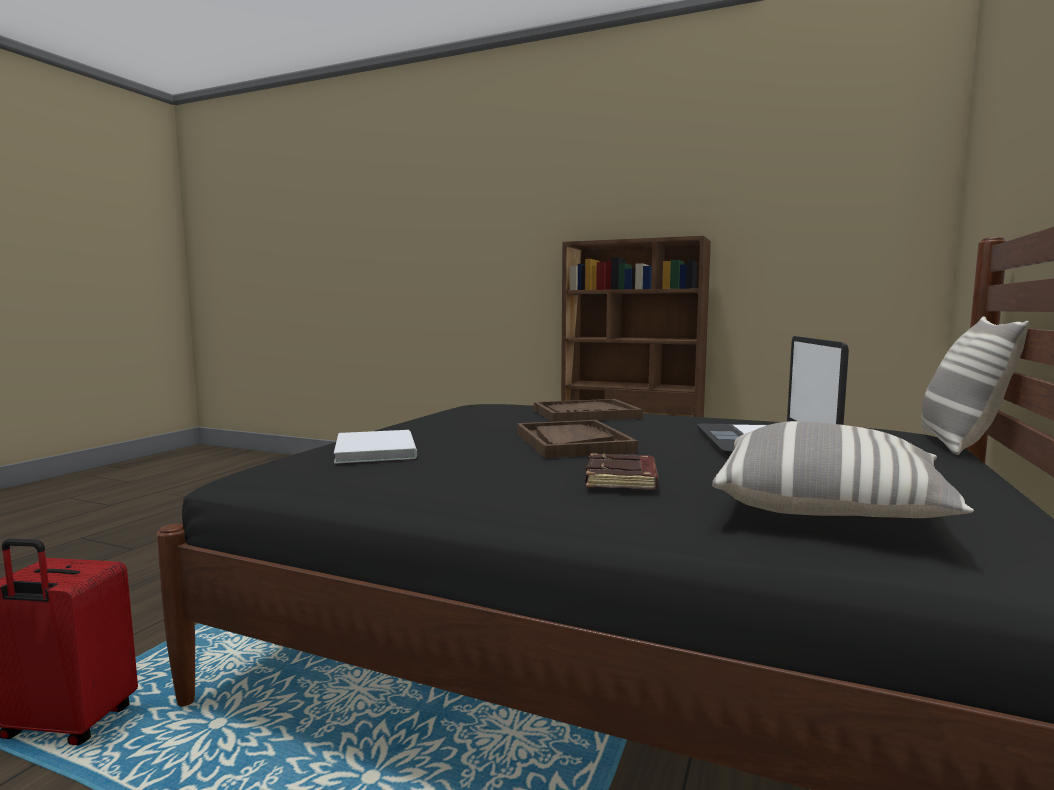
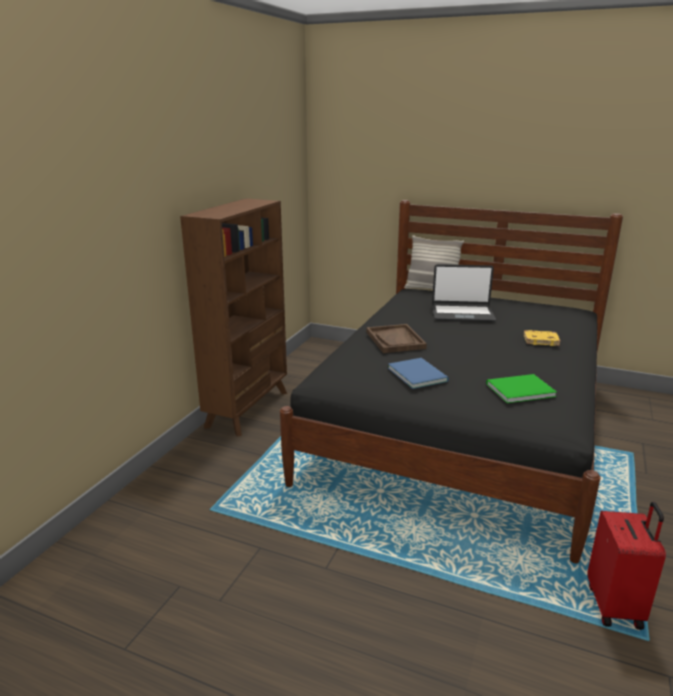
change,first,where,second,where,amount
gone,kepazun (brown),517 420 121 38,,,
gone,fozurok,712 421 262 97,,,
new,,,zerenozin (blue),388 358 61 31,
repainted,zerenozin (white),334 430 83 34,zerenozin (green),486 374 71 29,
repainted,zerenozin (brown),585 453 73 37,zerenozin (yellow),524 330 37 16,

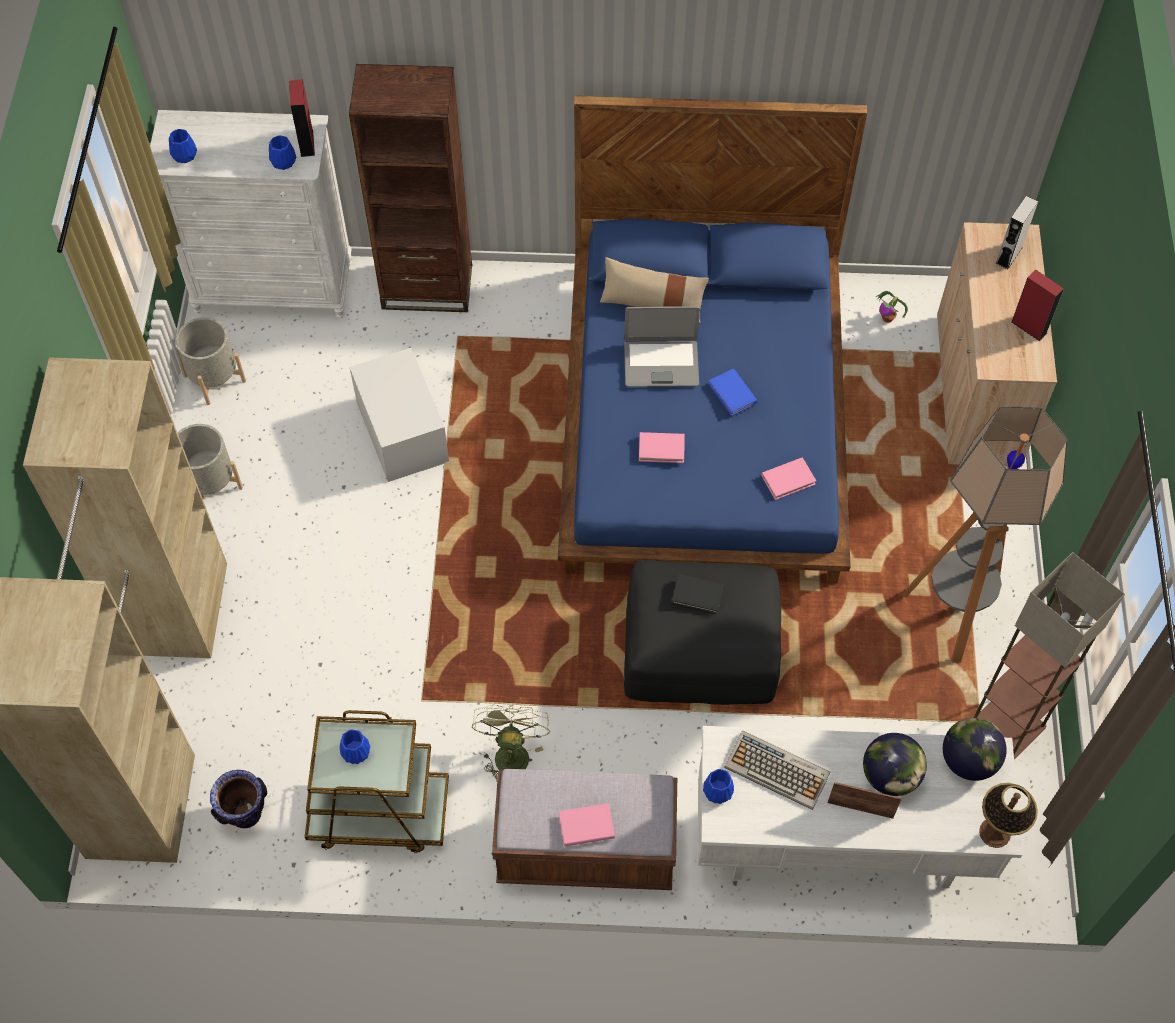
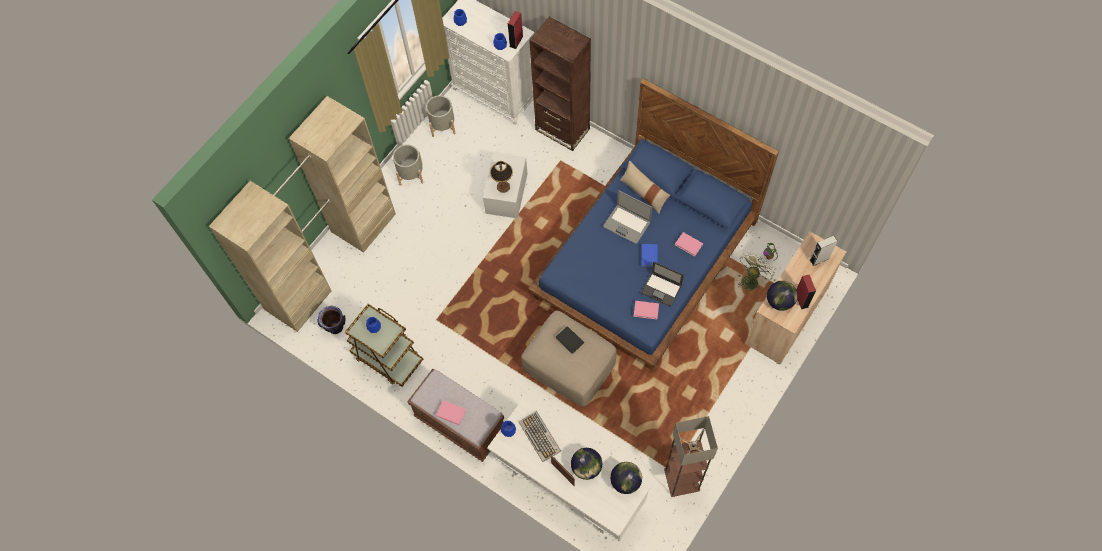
change,first,where,second,where,amount
gone,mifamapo,903 406 164 257,,,
new,,,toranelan,641 261 43 46,
new,,,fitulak,767 281 31 30,
shifted,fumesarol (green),472 705 78 74,,737 252 38 39,
shifted,zerenozin (pink),639 432 46 31,,675 232 28 25,
shifted,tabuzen,979 783 59 65,,490 161 23 32,
repainted,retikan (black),624 560 157 145,retikan (beige),521 310 95 97,

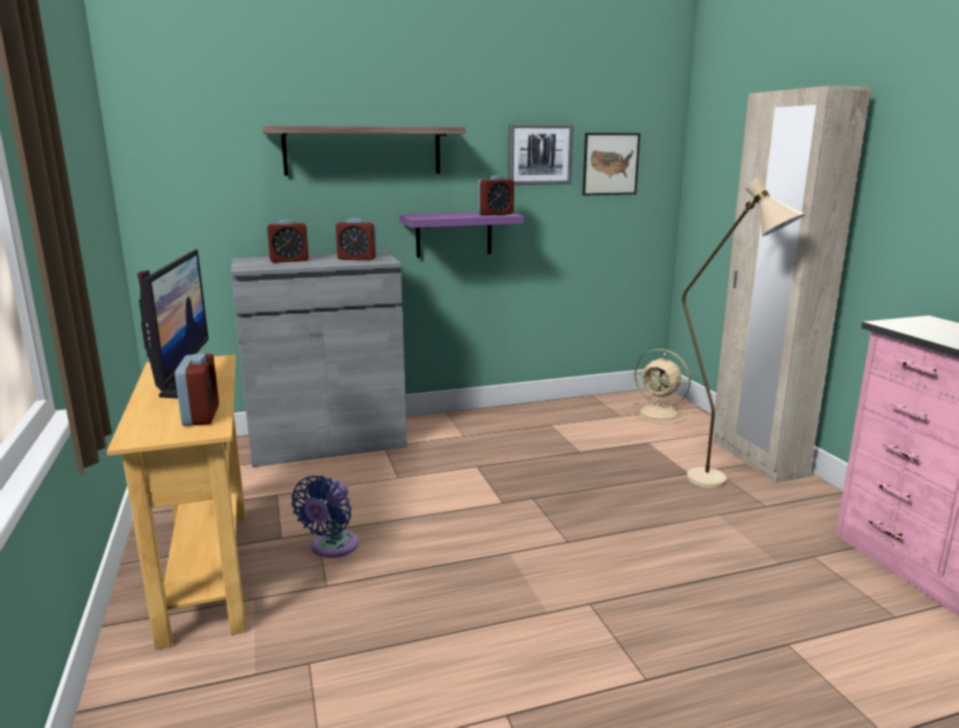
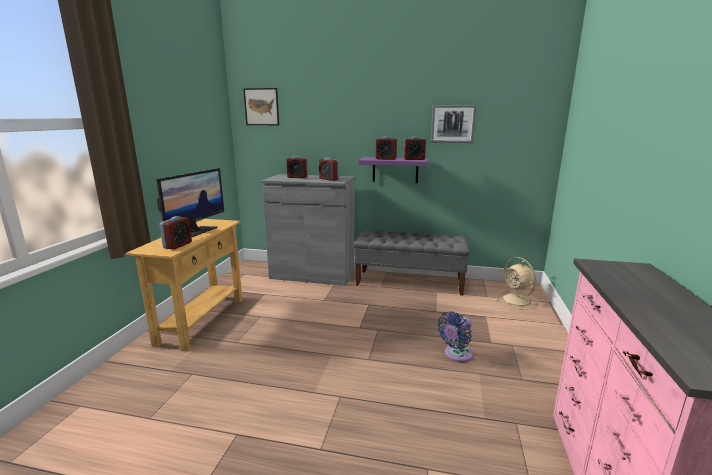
change,first,where,second,where,amount
gone,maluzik,262 126 203 50,,,
gone,mifamapo (beige),682 175 123 313,,,
gone,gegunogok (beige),713 85 158 398,,,
new,,,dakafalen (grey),354 230 115 66,
new,,,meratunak,376 136 21 24,
shifted,fumesarol (blue),291 475 68 83,,437 311 36 51,
shifted,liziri,582 133 58 63,,243 88 36 37,

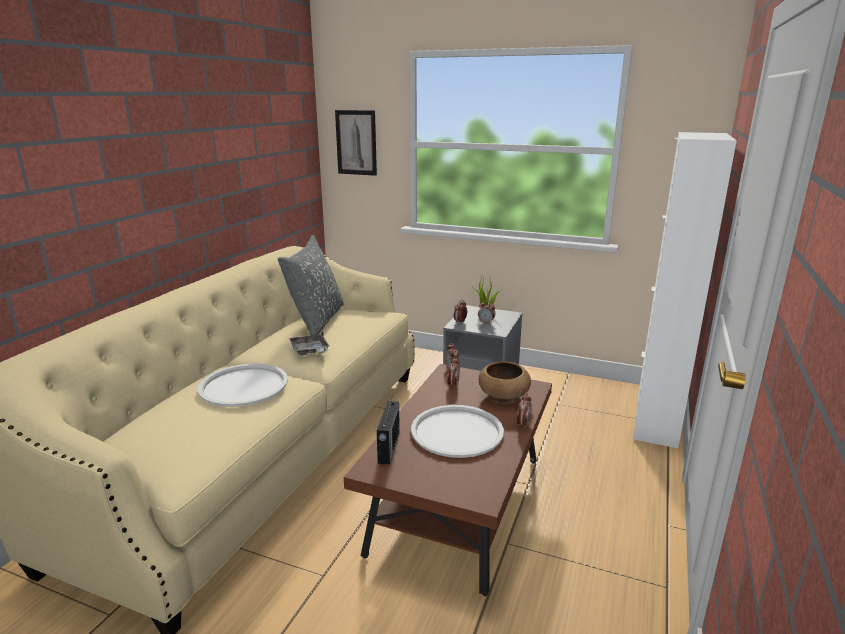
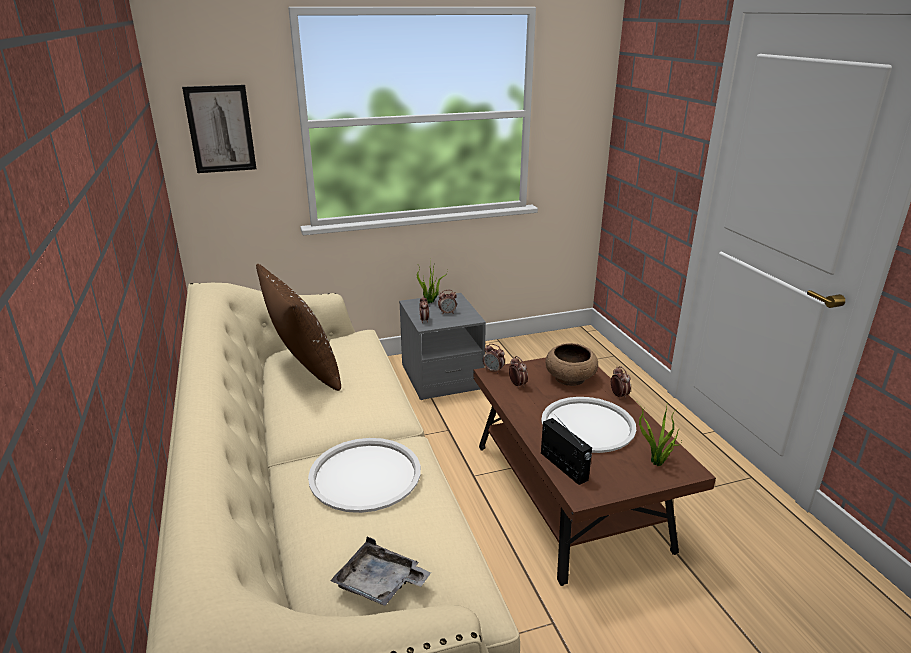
change,first,where,second,where,amount
gone,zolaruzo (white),633 132 104 316,,,
new,,,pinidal,638 402 44 64,
shifted,kepazun (grey),289 332 40 24,,330 537 101 69,
repainted,fozurok (grey),278 235 66 101,fozurok (brown),256 264 85 127,

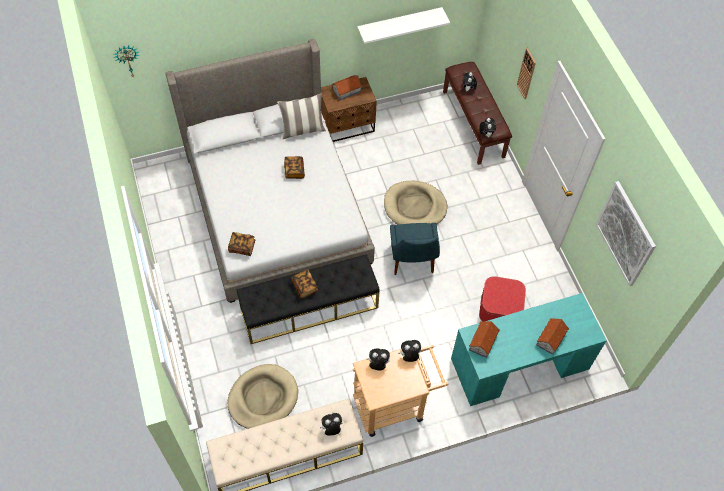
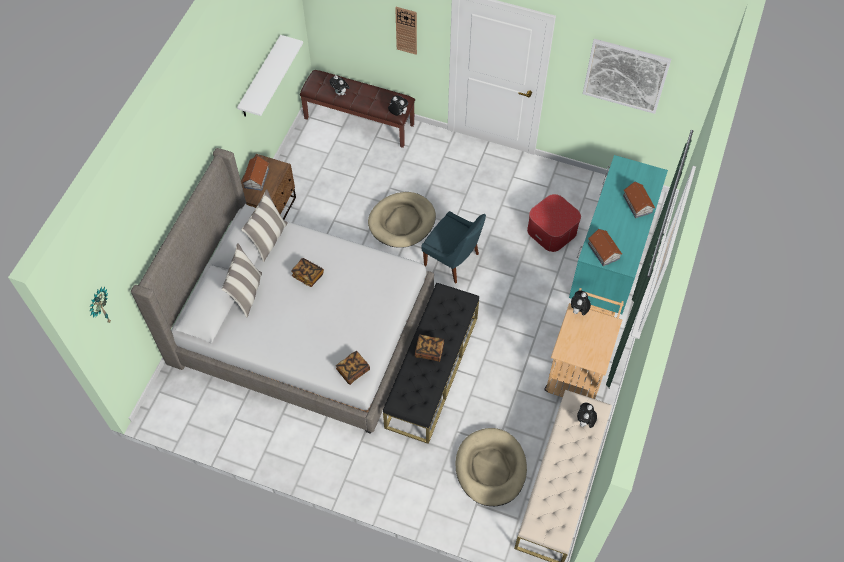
change,first,where,second,where,amount
gone,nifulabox,367 349 23 21,,,
new,,,fozurok,222 243 40 74,

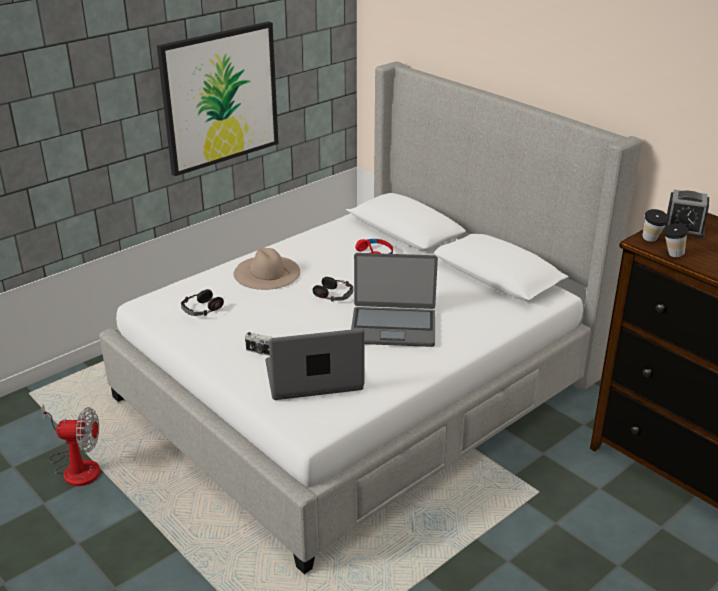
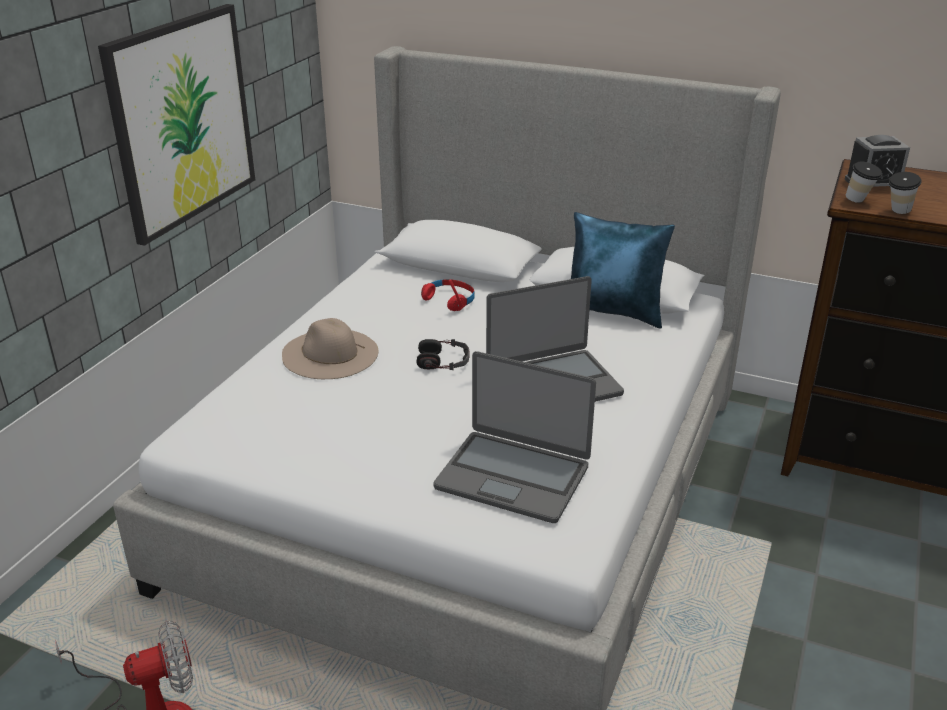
change,first,where,second,where,amount
gone,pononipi,181 289 43 27,,,
gone,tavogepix,245 332 29 24,,,
new,,,fozurok (blue),571 212 104 117,
rotated,toranelan,265 329 100 71,,433 351 163 172,120 degrees counterclockwise

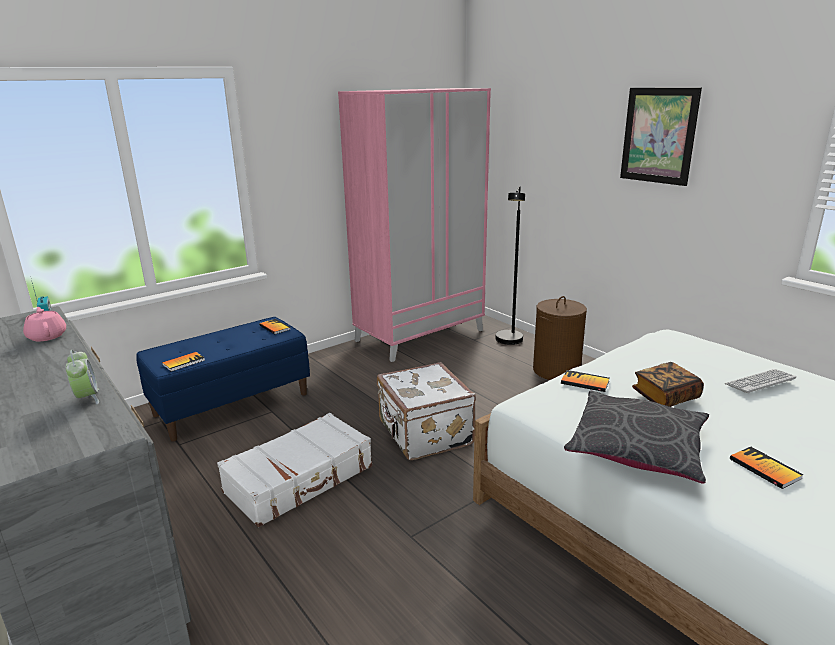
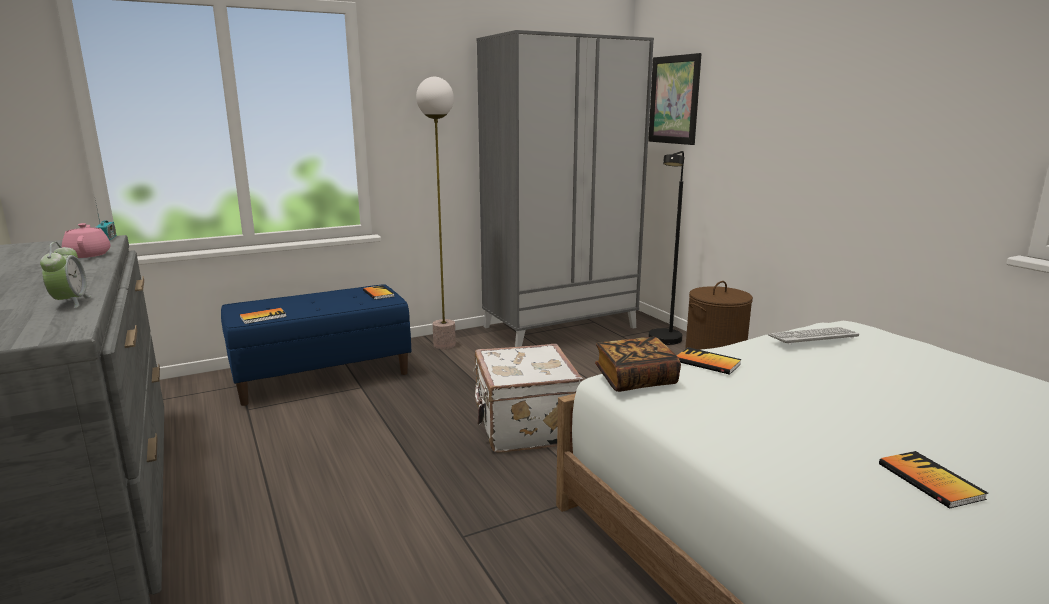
change,first,where,second,where,amount
gone,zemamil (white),217 413 155 114,,,
gone,fozurok (grey),564 391 145 93,,,
new,,,mifamapo,416 77 40 272,
shifted,liziri,620 87 82 99,,648 53 54 92,
shifted,zerenozin,632 362 72 45,,595 337 86 55,
shifted,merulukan,725 369 71 25,,768 327 91 17,
repainted,gegunogok (pink),338 88 153 274,gegunogok (grey),477 30 177 317,

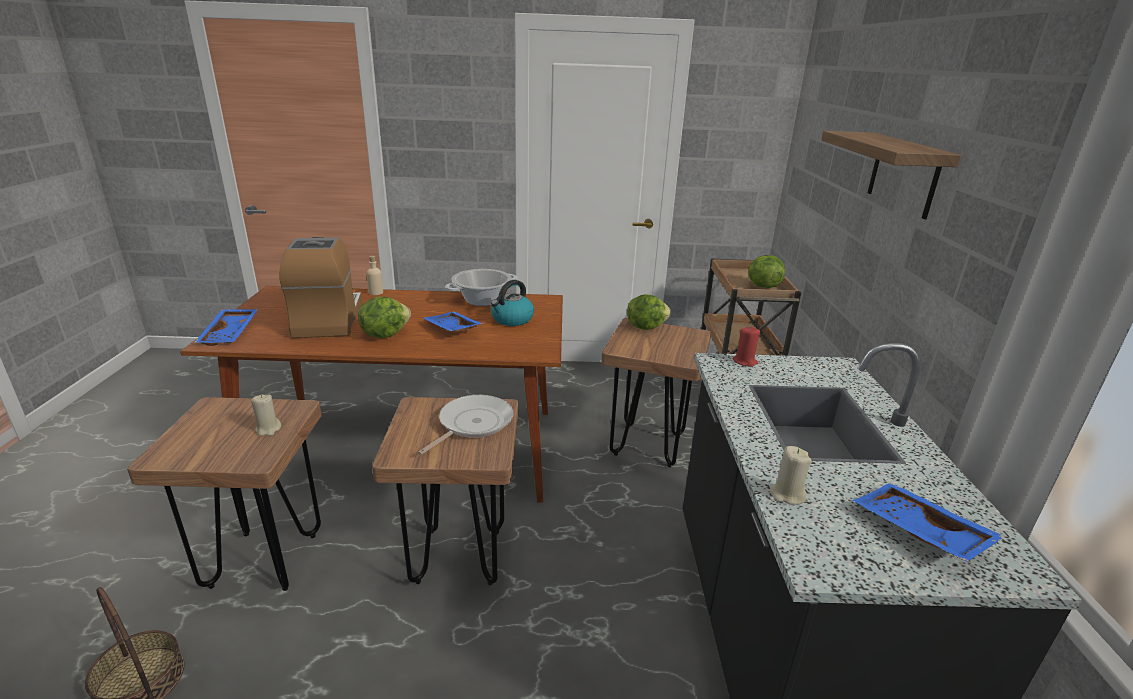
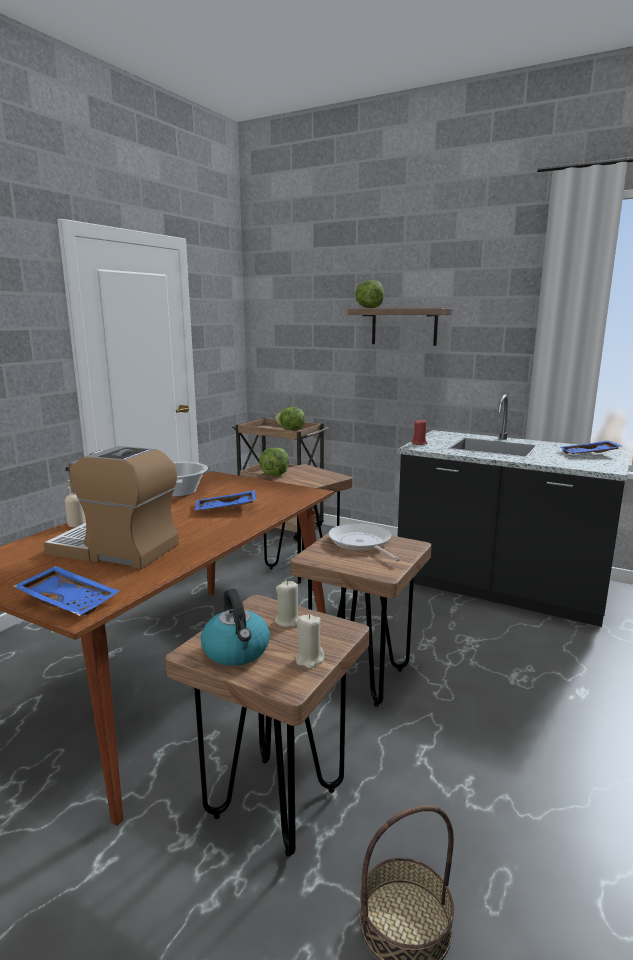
change,first,where,second,where,amount
shifted,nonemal,358 297 53 41,,355 280 29 28,
shifted,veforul,491 280 43 46,,201 588 69 78,
shifted,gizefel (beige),770 446 42 59,,295 615 29 54,

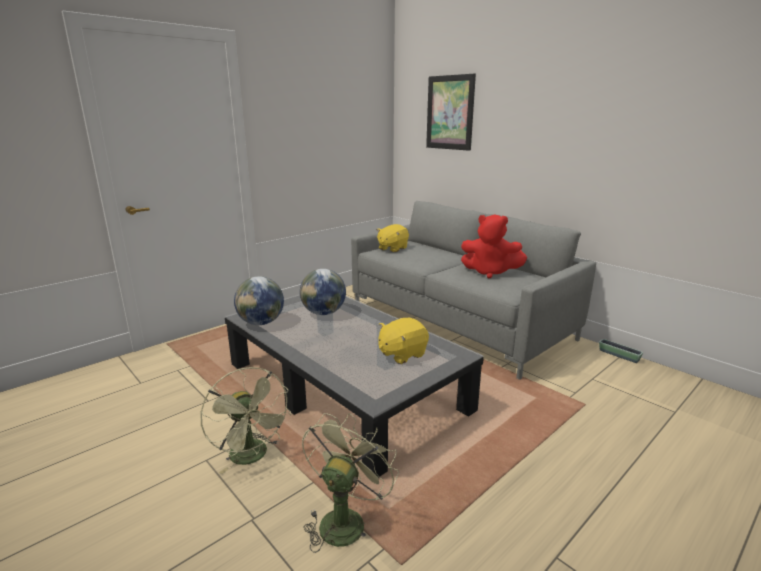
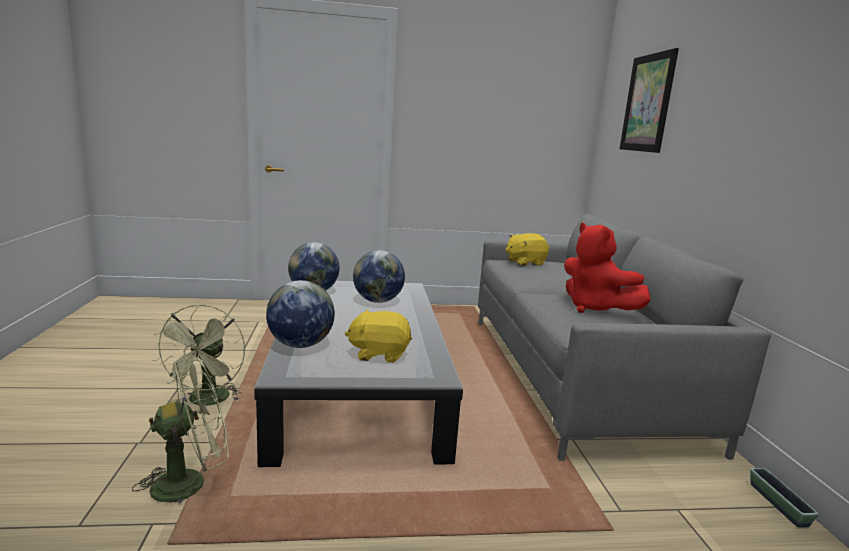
change,first,where,second,where,amount
new,,,fitulak,266 280 69 68,

